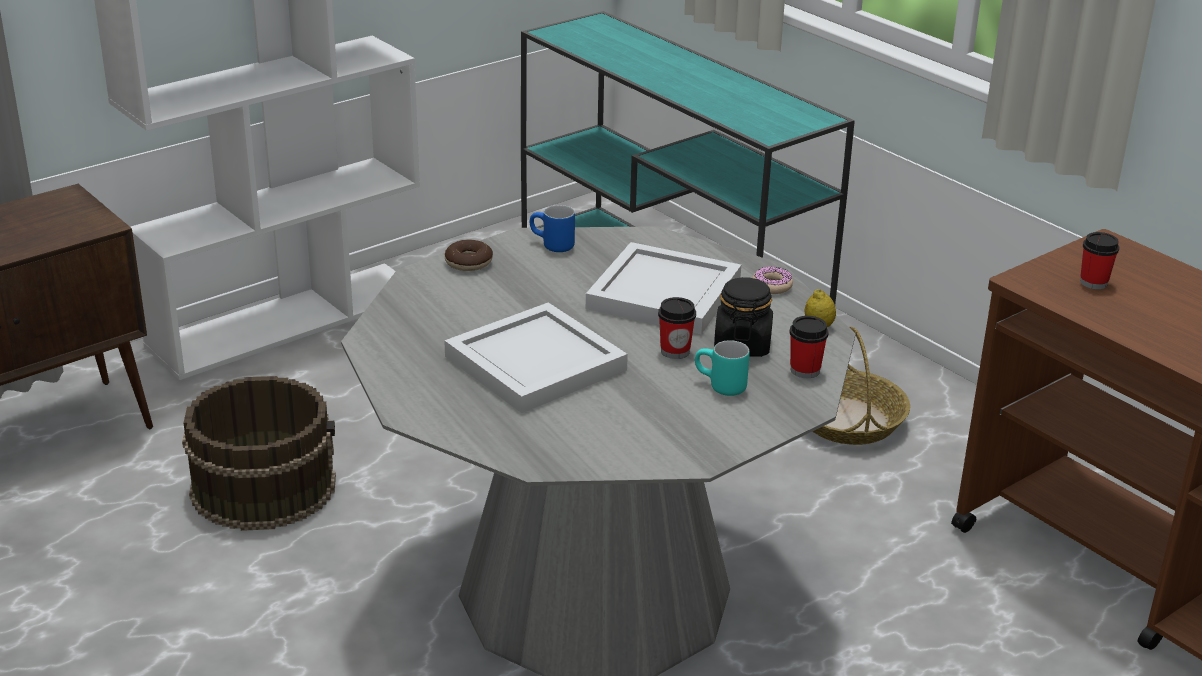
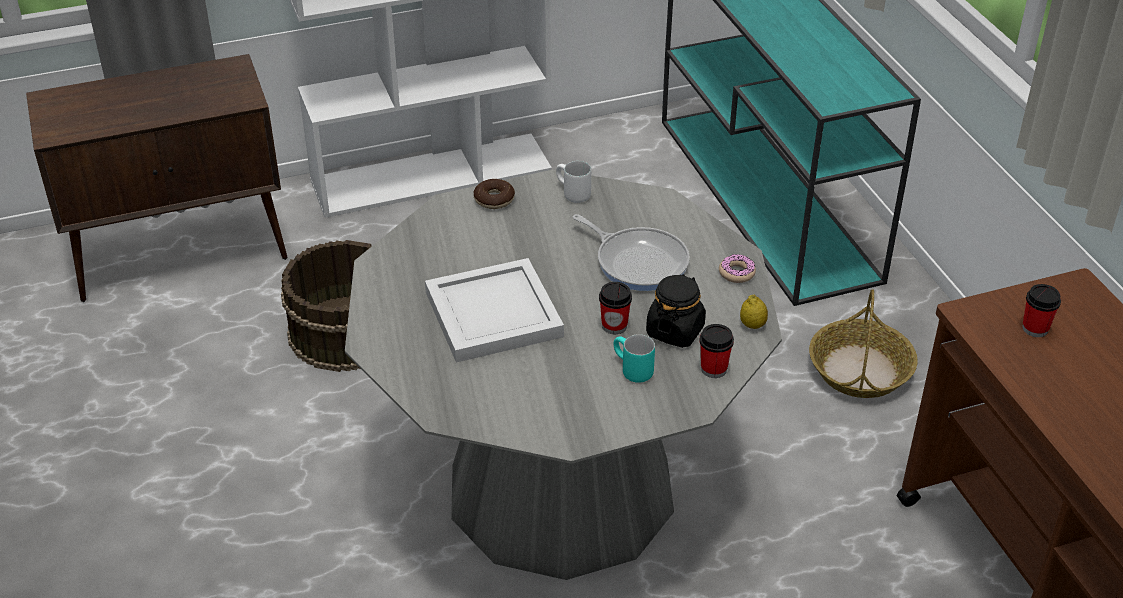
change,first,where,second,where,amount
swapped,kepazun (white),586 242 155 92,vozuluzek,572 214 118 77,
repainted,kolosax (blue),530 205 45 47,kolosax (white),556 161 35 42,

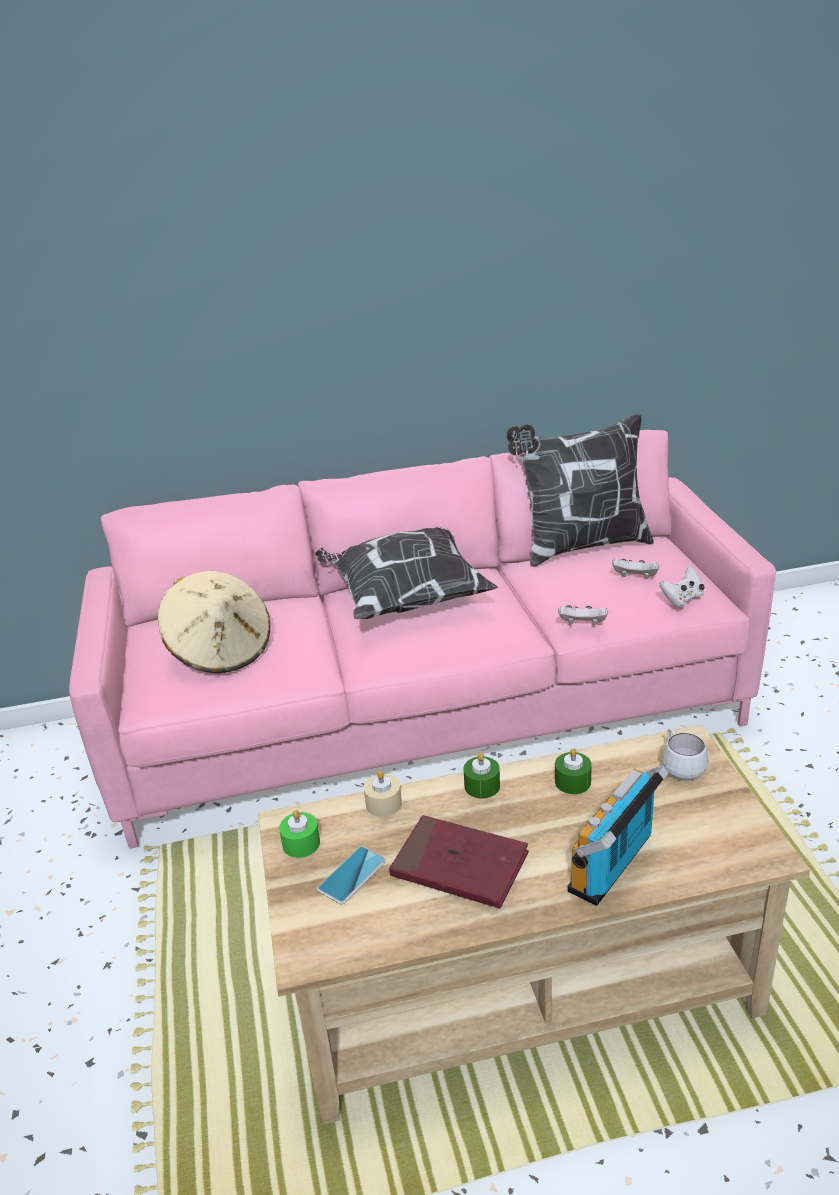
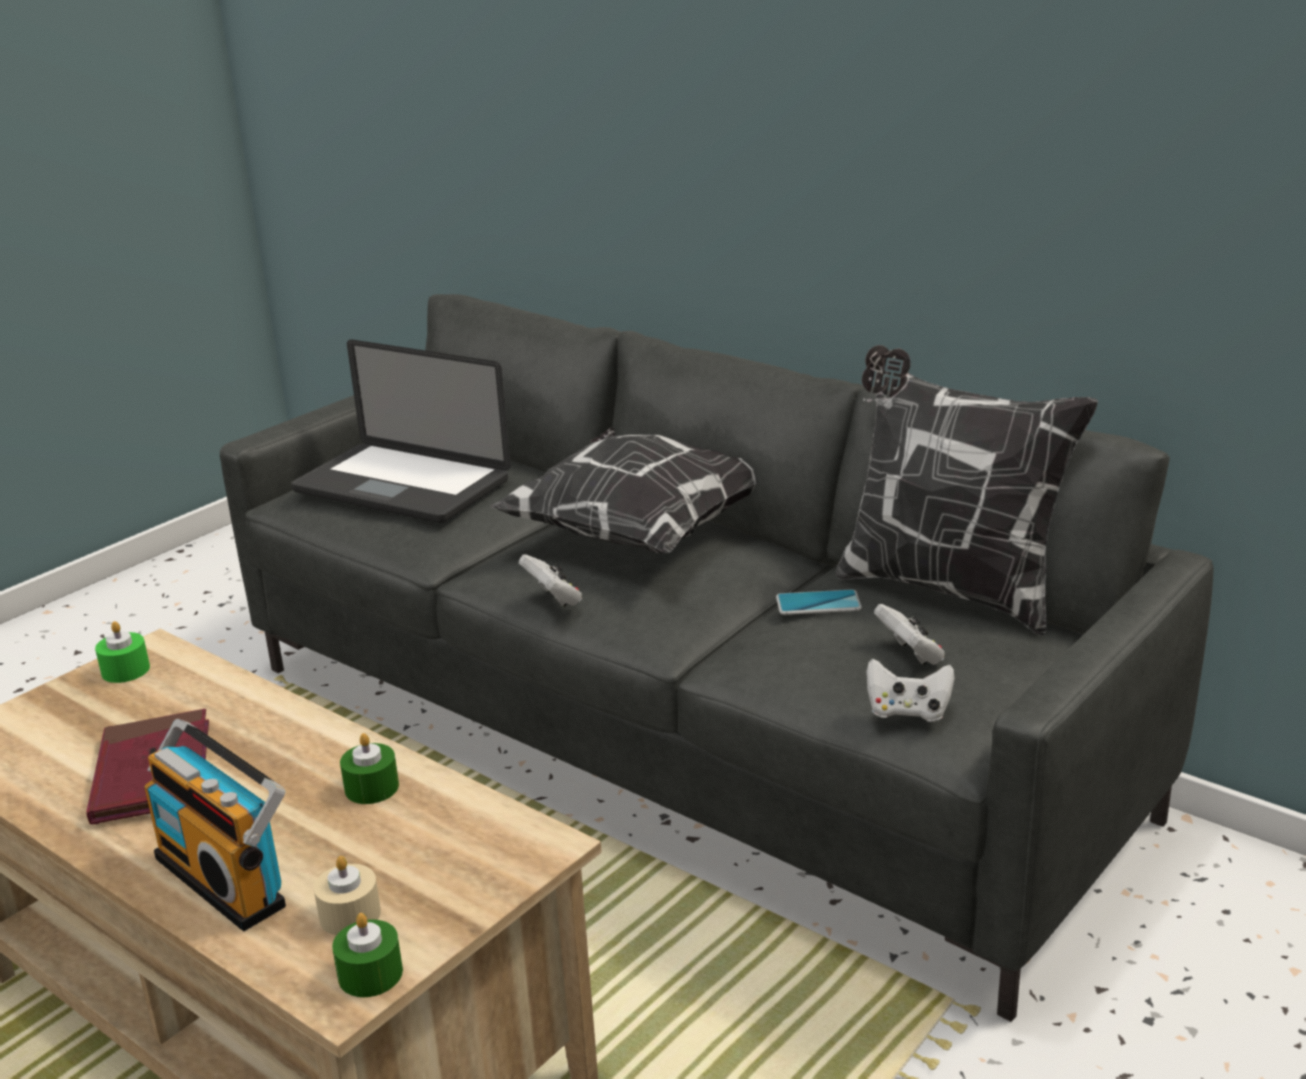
change,first,where,second,where,amount
gone,kolosax (white),662 728 46 53,,,
shifted,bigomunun,317 846 69 58,,776 589 86 26,
shifted,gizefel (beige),364 771 38 46,,314 856 67 79,
shifted,gizefel (green),464 753 36 46,,332 913 71 84,
shifted,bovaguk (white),558 605 50 20,,519 554 63 52,
swapped,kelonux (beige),158 571 112 103,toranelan,291 339 220 184,
repainted,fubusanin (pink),69 430 707 419,fubusanin (grey),220 294 993 728,
rotated,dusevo,568 765 101 141,,144 719 142 212,135 degrees counterclockwise

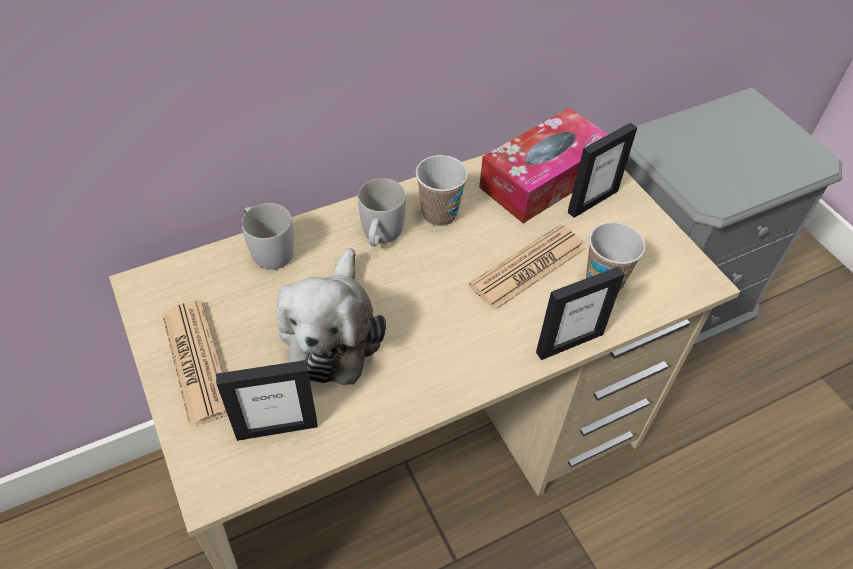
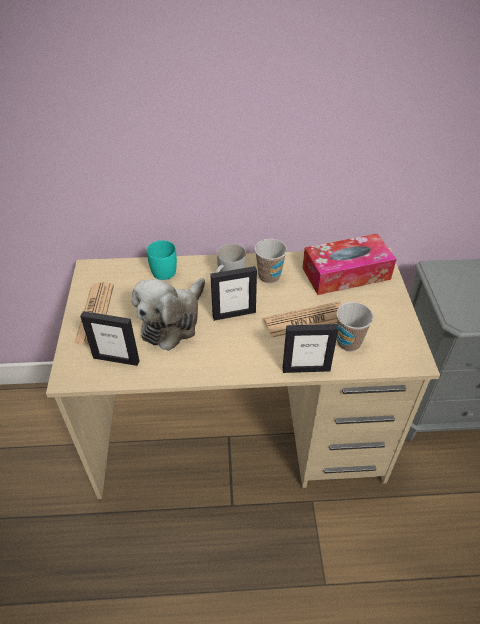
change,first,where,second,where,amount
shifted,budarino,568 123 69 95,,210 266 47 55,
repainted,kolosax (white),242 203 52 67,kolosax (turquoise),147 240 30 40,

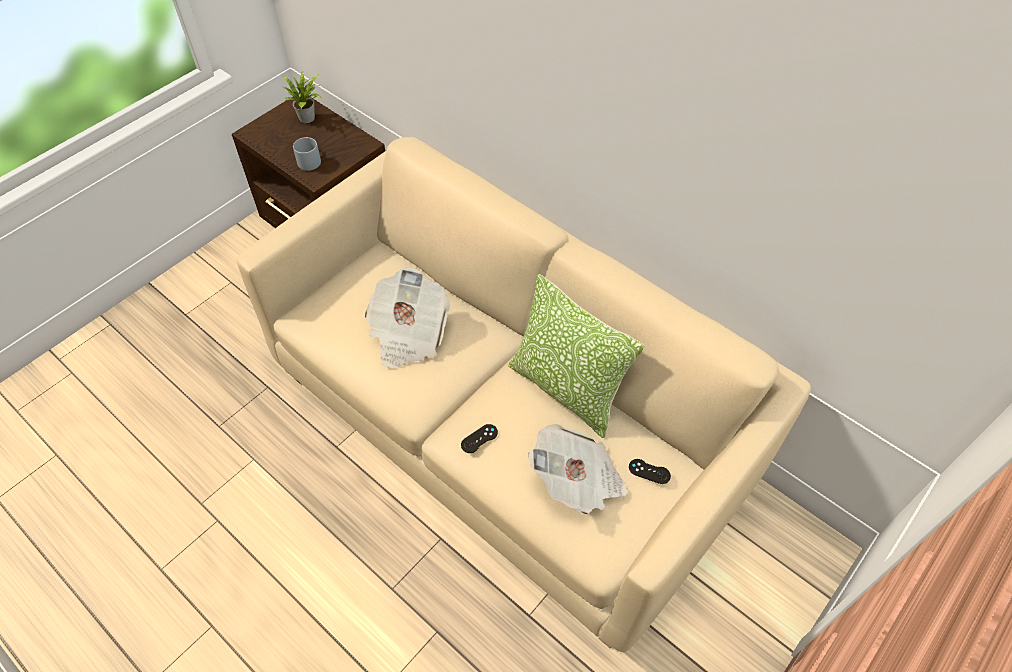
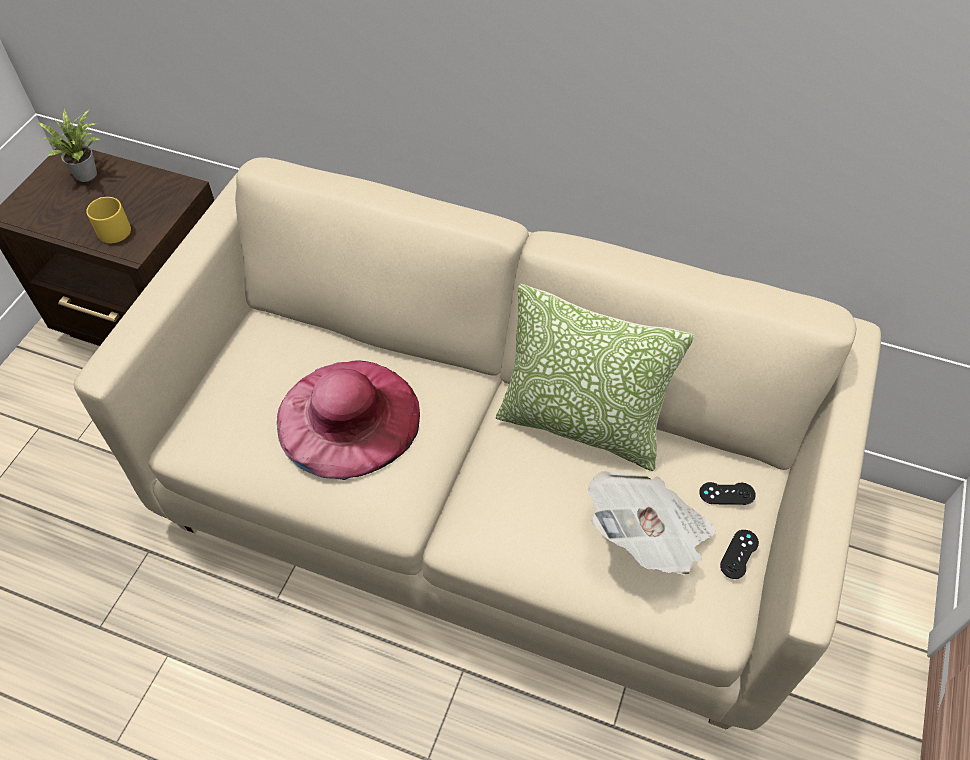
change,first,where,second,where,amount
shifted,bovaguk (black),461 424 37 29,,720 530 39 49,
swapped,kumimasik,365 268 85 100,kelonux (pink),277 360 143 120,
repainted,kolosax (grey),293 137 28 34,kolosax (yellow),86 197 45 46,

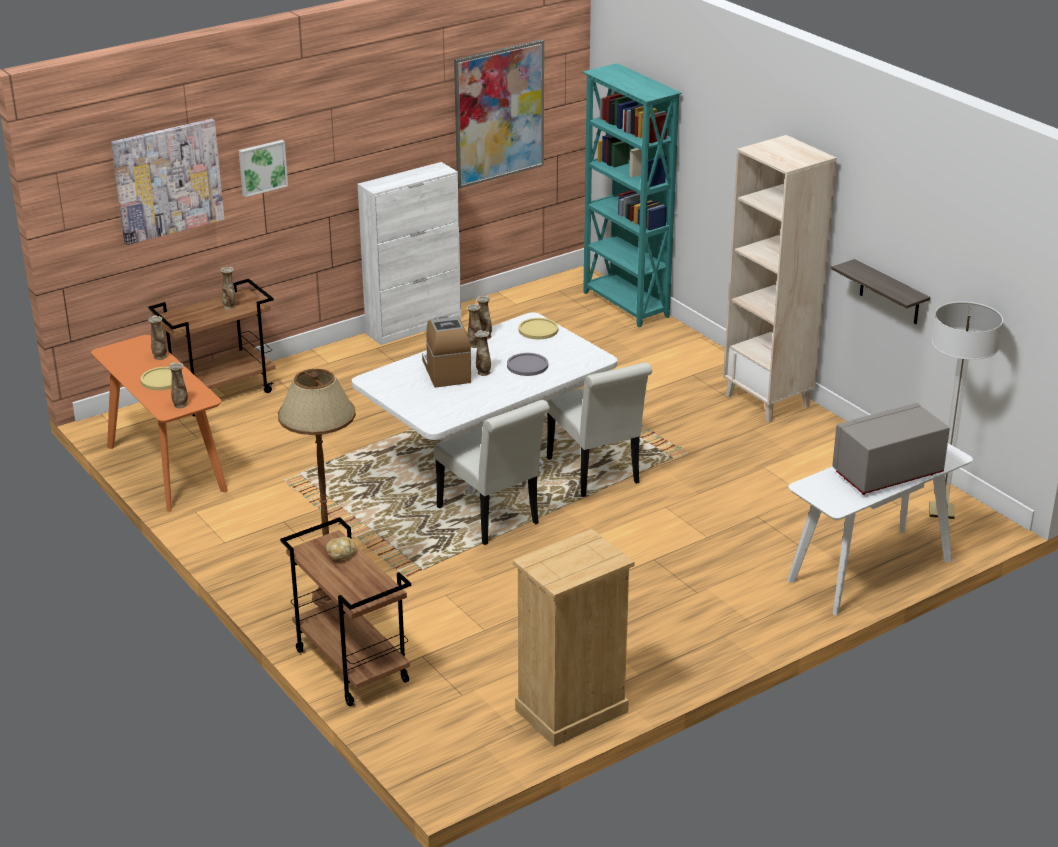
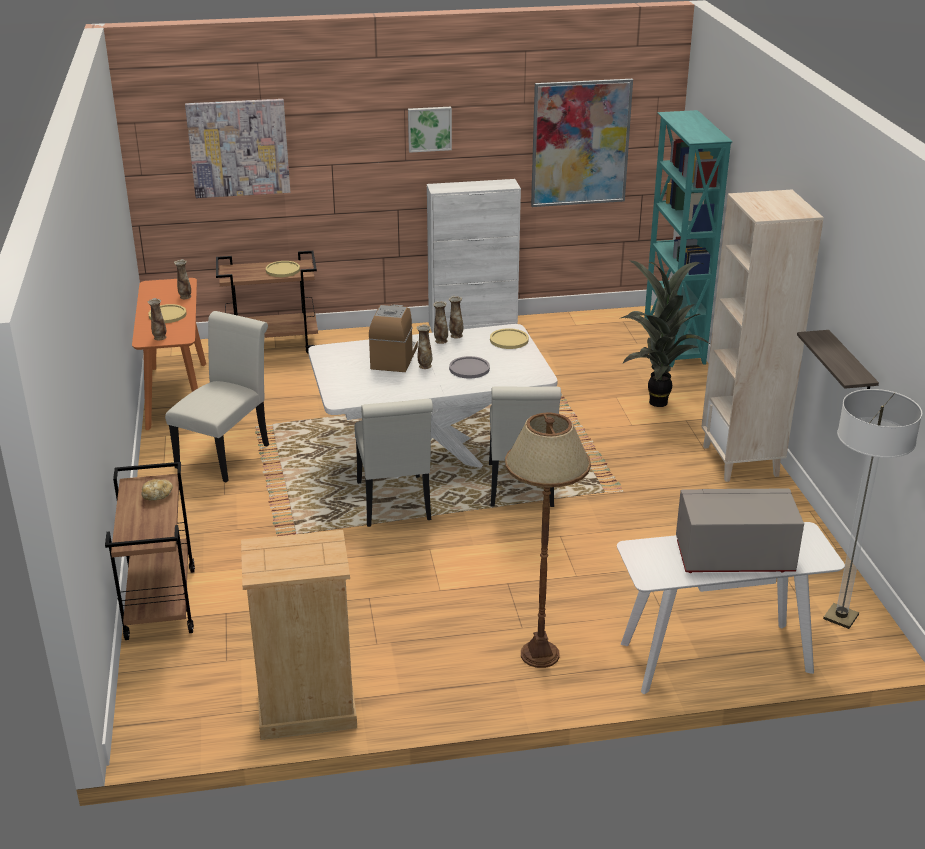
change,first,where,second,where,amount
new,,,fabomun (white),165 311 104 171,
new,,,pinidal,619 260 91 147,
shifted,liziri,239 140 49 57,,408 107 44 46,
shifted,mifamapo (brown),278 369 78 237,,505 413 86 255,
swapped,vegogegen,220 267 16 42,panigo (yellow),266 261 34 16,

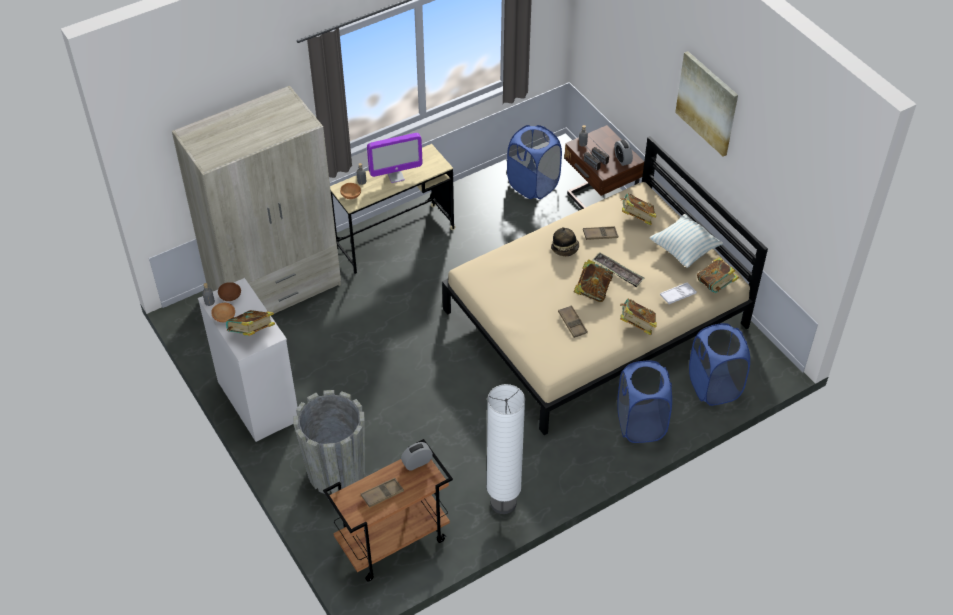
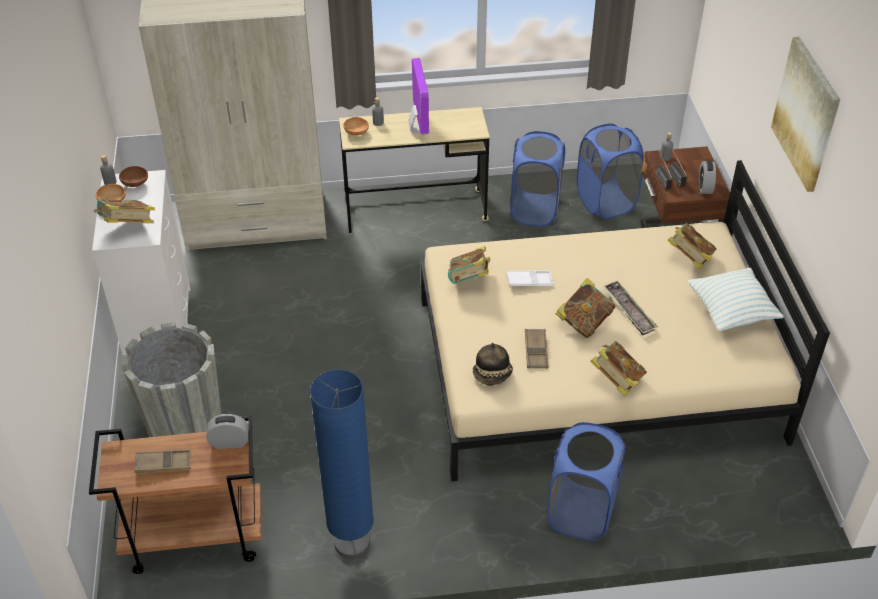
change,first,where,second,where,amount
gone,kepazun (brown),583 226 35 14,,,
shifted,kelonux,551 227 28 29,,473 343 40 43,
shifted,kepazun (white),660 282 37 22,,506 270 48 16,
shifted,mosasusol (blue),689 323 61 83,,511 131 54 95,
shifted,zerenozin,697 257 42 36,,448 246 42 38,
repainted,mifamapo (white),486 384 39 130,mifamapo (blue),310 369 64 190,
rotated,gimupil,367 133 55 50,,408 58 22 77,105 degrees counterclockwise

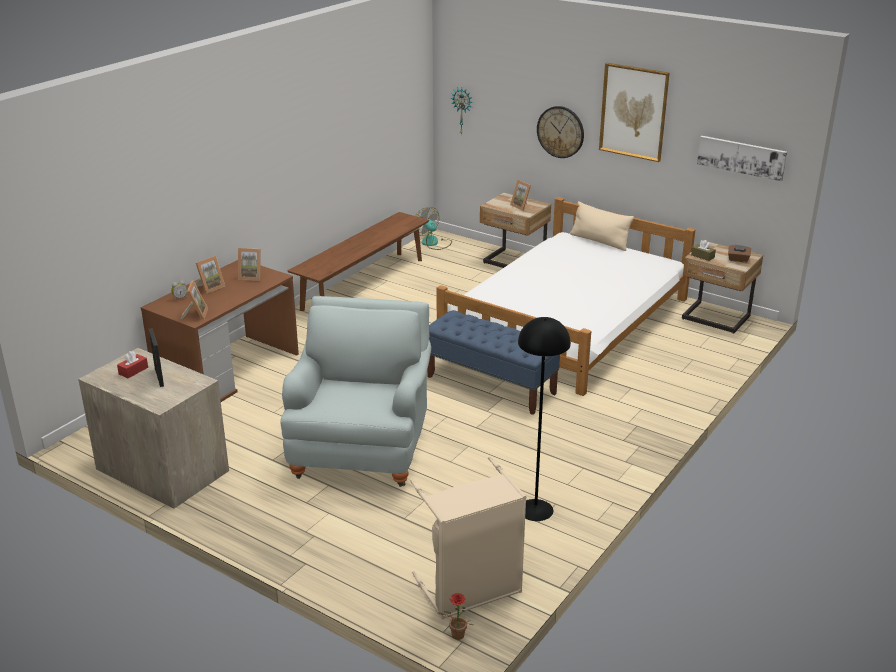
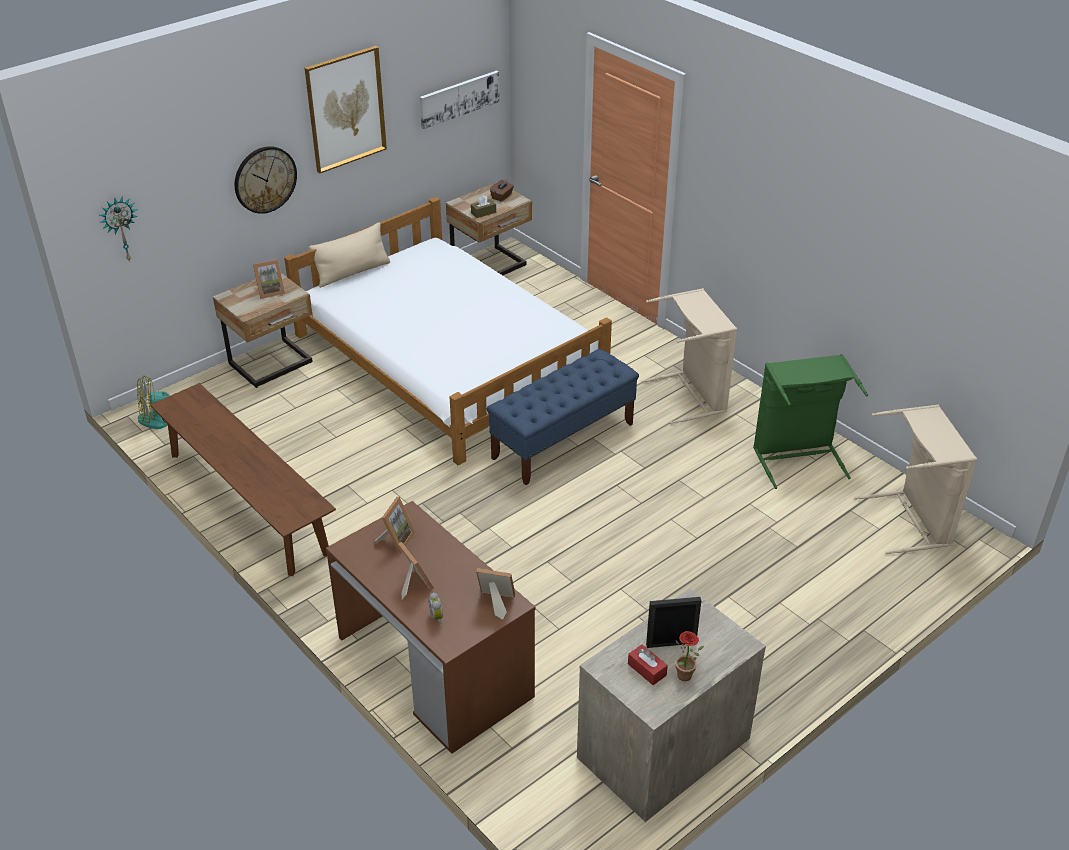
change,first,where,second,where,amount
gone,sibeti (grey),280 296 151 191,,,
new,,,mosasusol (beige),641 288 96 136,
shifted,pinidal,438 593 35 47,,675 631 29 50,
swapped,mifamapo (black),518 317 53 204,mosasusol (green),753 354 115 135,

